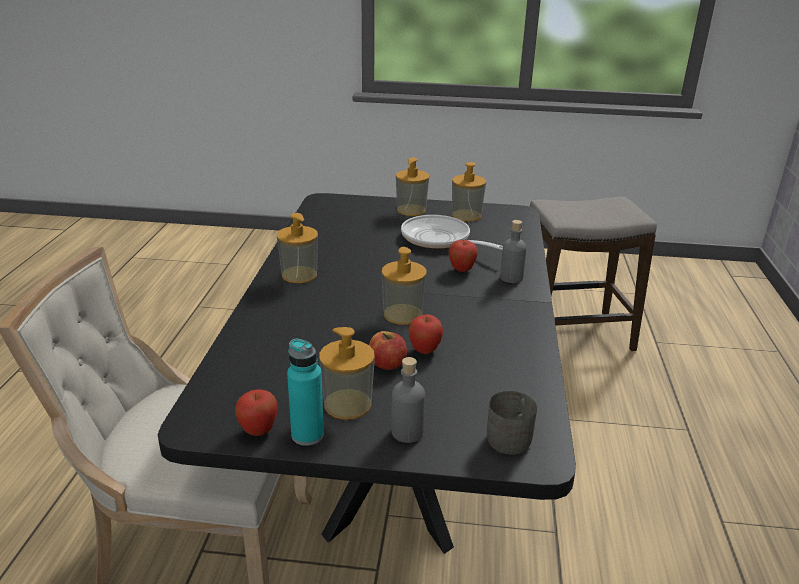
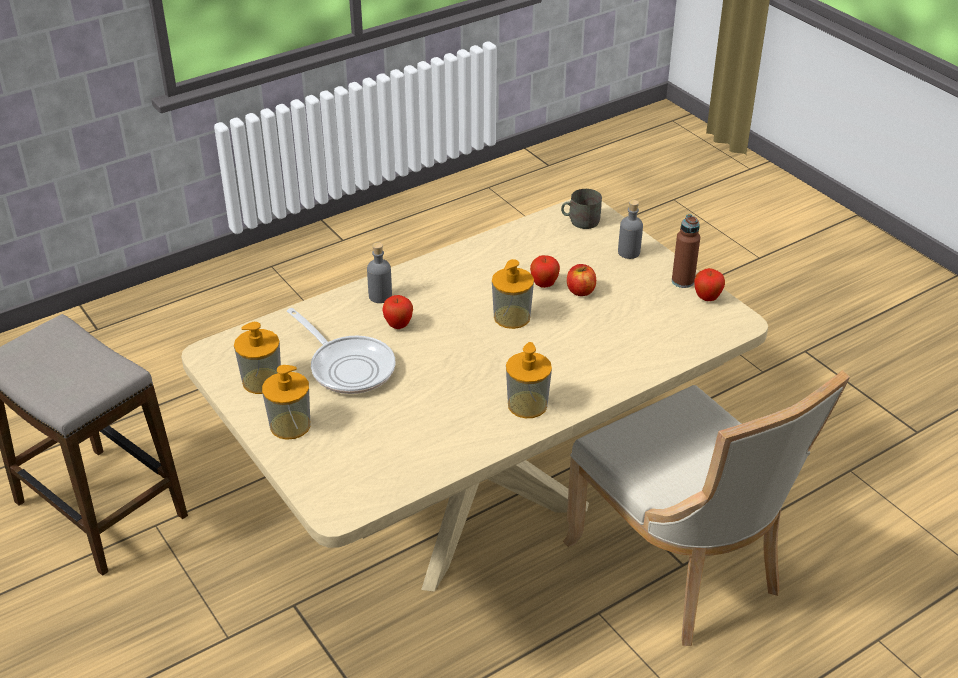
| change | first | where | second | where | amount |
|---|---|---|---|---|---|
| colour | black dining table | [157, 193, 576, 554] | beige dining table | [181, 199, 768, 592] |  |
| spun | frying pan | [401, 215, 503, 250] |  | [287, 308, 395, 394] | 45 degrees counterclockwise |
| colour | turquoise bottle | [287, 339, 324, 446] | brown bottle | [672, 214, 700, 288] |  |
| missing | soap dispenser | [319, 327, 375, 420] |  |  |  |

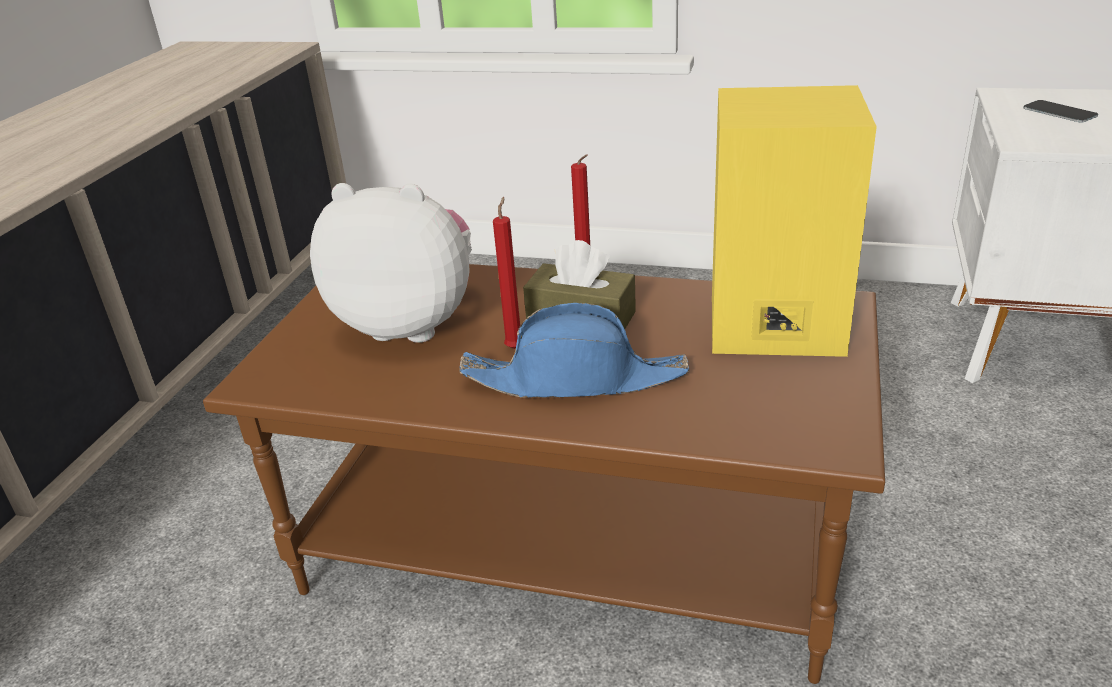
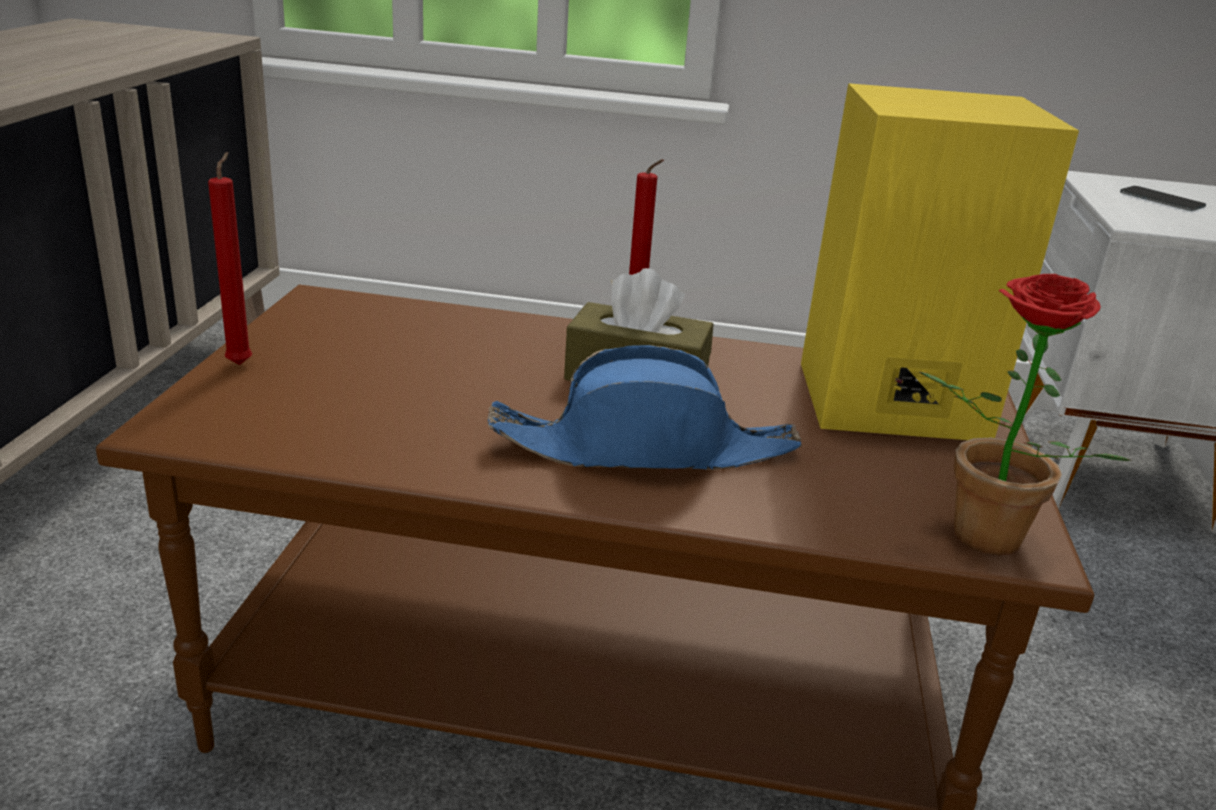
| change | first | where | second | where | amount |
|---|---|---|---|---|---|
| relocated | red candle | [493, 196, 520, 349] |  | [208, 152, 252, 365] |  |
| appeared |  |  | potted plant | [918, 274, 1130, 555] |  |
| missing | plush toy | [310, 183, 472, 343] |  |  |  |

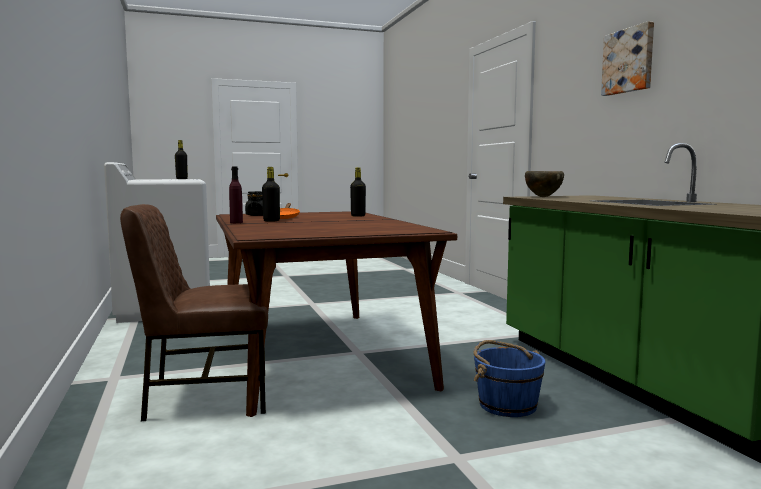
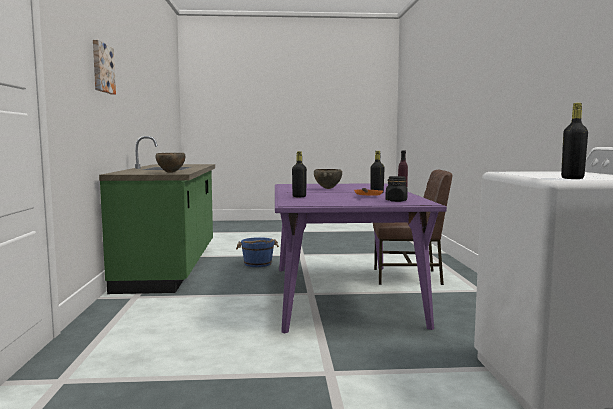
| change | first | where | second | where | amount |
|---|---|---|---|---|---|
| colour | brown dining table | [216, 211, 457, 417] | purple dining table | [275, 183, 447, 333] |  |
| appeared |  |  | brown bowl | [314, 169, 342, 189] |  |

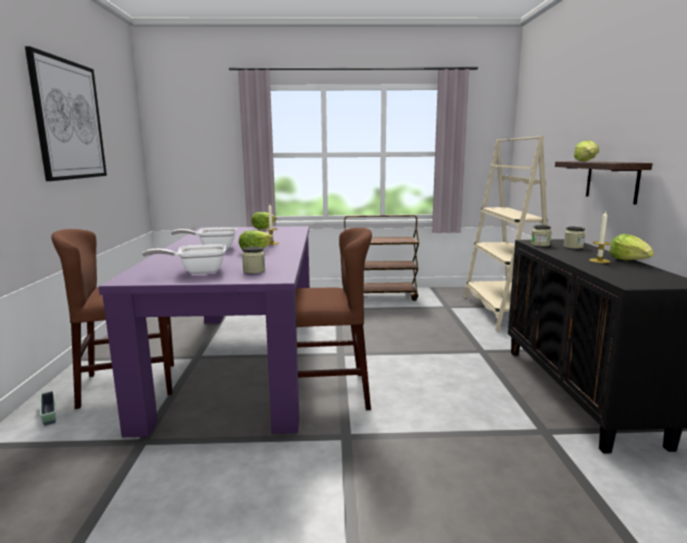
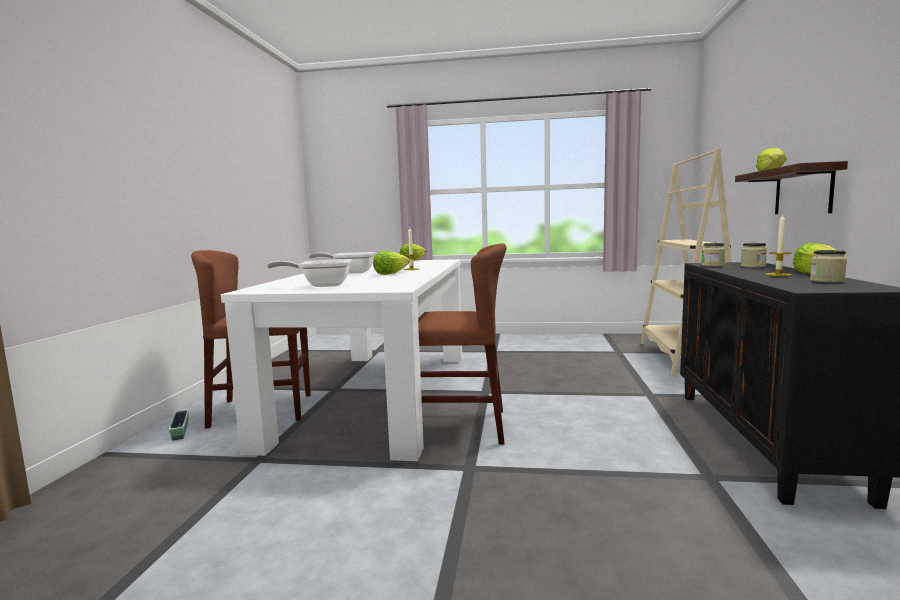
| change | first | where | second | where | amount |
|---|---|---|---|---|---|
| colour | purple dining table | [98, 226, 310, 437] | white dining table | [221, 259, 462, 461] |  |
| relocated | jar | [242, 246, 265, 274] |  | [810, 250, 847, 283] |  |
| missing | picture | [25, 46, 107, 181] |  |  |  |
| missing | brown cart | [344, 215, 419, 301] |  |  |  |

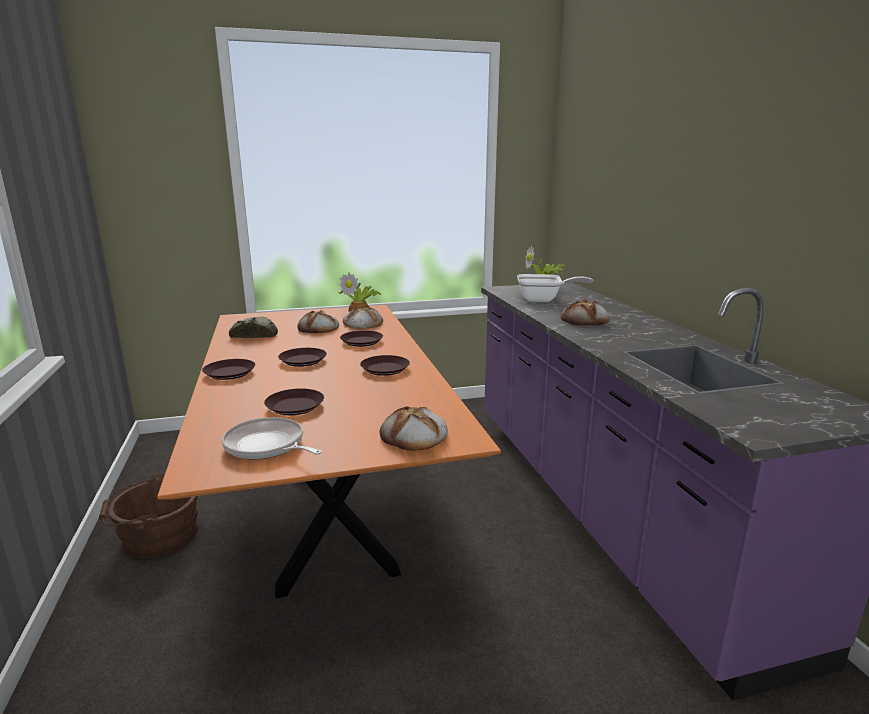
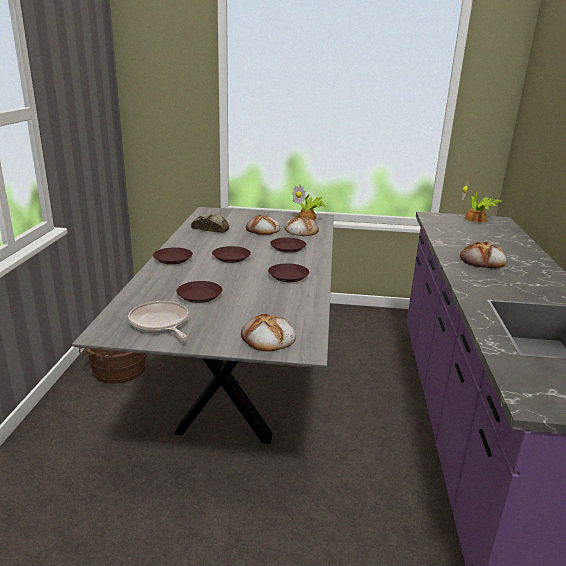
| change | first | where | second | where | amount |
|---|---|---|---|---|---|
| colour | orange dining table | [157, 305, 501, 598] | grey dining table | [72, 207, 334, 444] |  |
| missing | frying pan | [517, 274, 593, 302] |  |  |  |

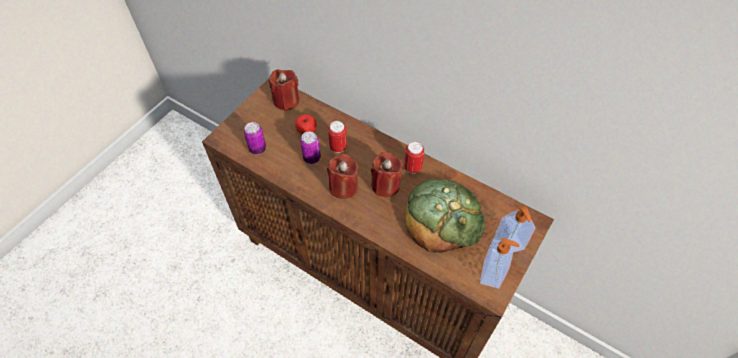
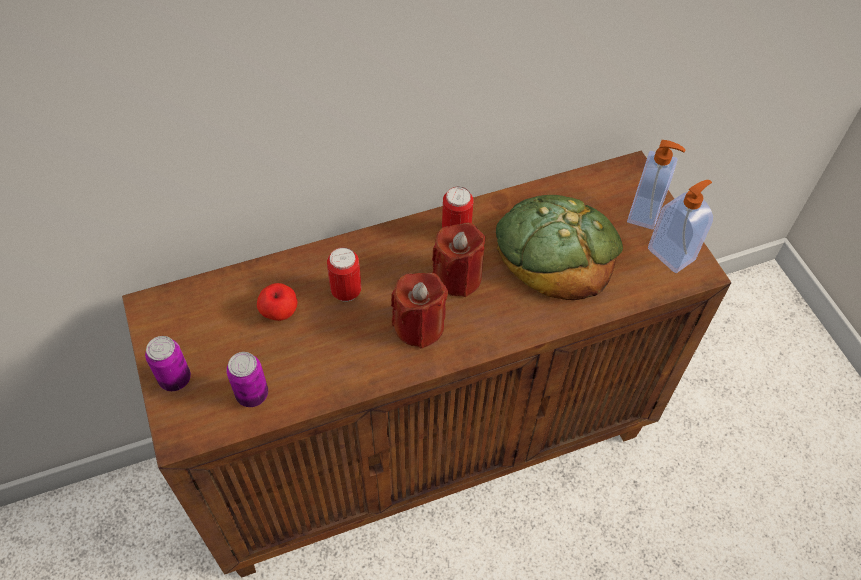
| change | first | where | second | where | amount |
|---|---|---|---|---|---|
| relocated | can | [300, 131, 321, 164] |  | [145, 336, 191, 391] |  |
| missing | red candle | [269, 70, 299, 111] |  |  |  |

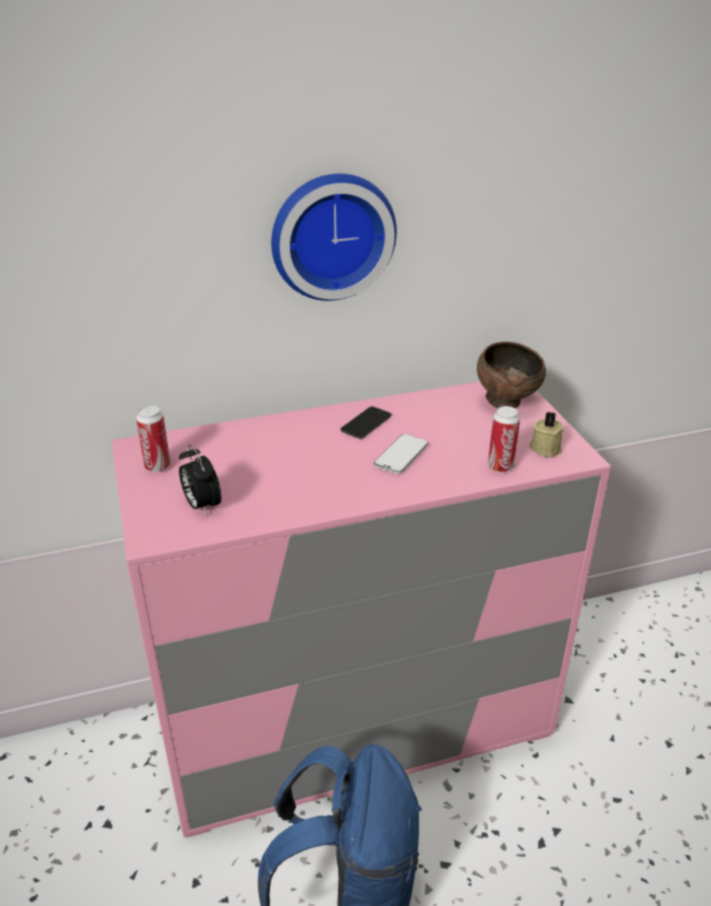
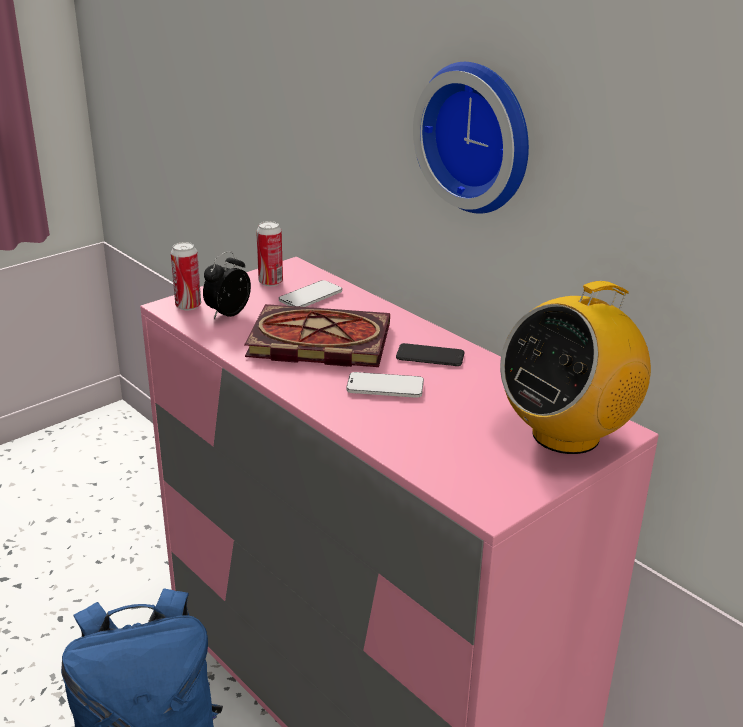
| change | first | where | second | where | amount |
|---|---|---|---|---|---|
| relocated | can | [488, 406, 520, 473] |  | [171, 242, 201, 310] |  |
| appeared |  |  | book | [244, 304, 390, 367] |  |
| appeared |  |  | phone | [279, 280, 342, 307] |  |
| exchanged | brown bowl | [477, 342, 546, 409] | radio | [500, 281, 651, 454] |  |
| missing | beige candle | [529, 412, 563, 458] |  |  |  |

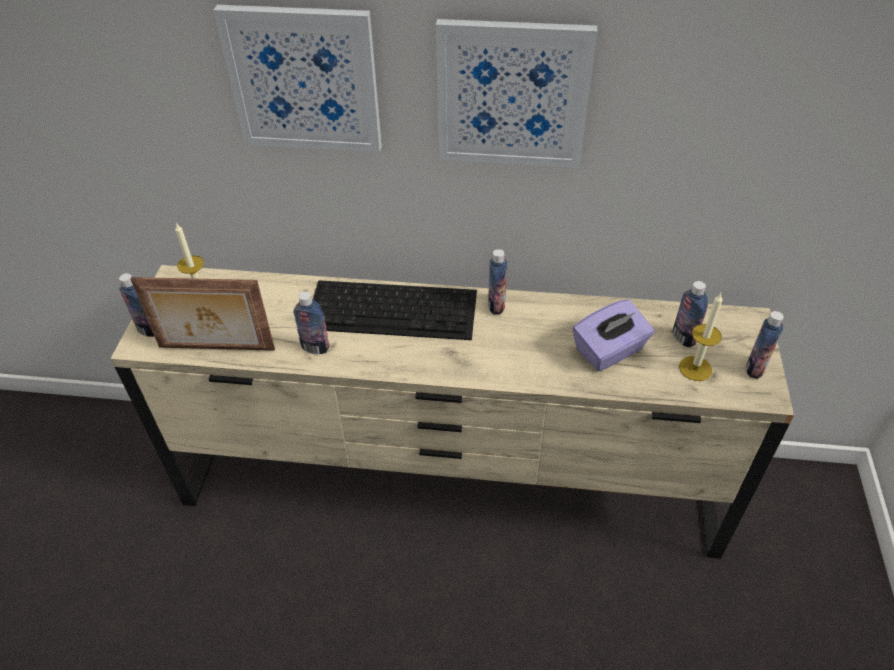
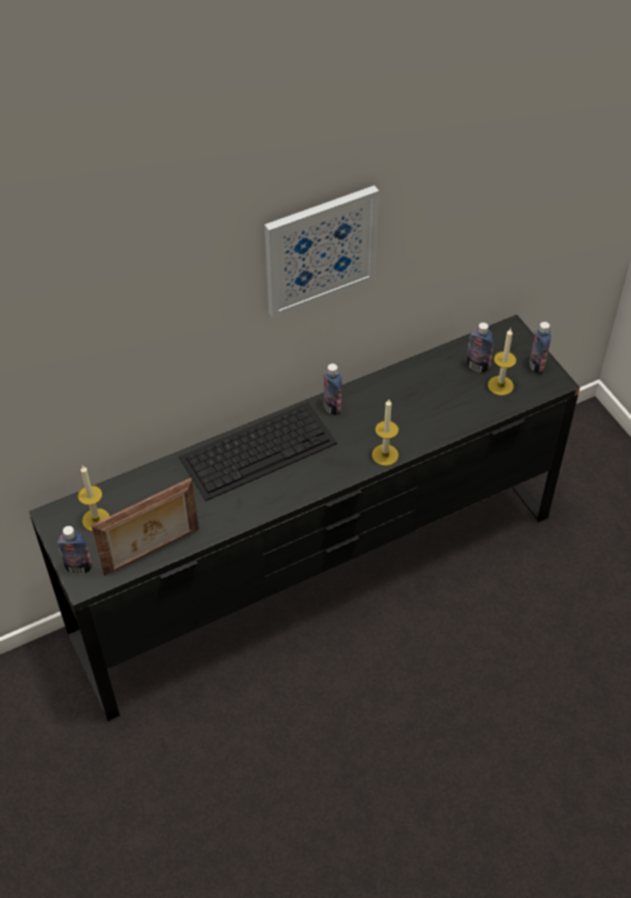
| change | first | where | second | where | amount |
|---|---|---|---|---|---|
| colour | beige dresser | [110, 265, 794, 559] | black dresser | [29, 315, 580, 721] |  |
| appeared |  |  | candle | [372, 399, 399, 466] |  |
| missing | picture | [213, 5, 382, 152] |  |  |  |
| missing | bottle | [293, 291, 330, 354] |  |  |  |
| missing | purple tissue box | [573, 299, 654, 371] |  |  |  |

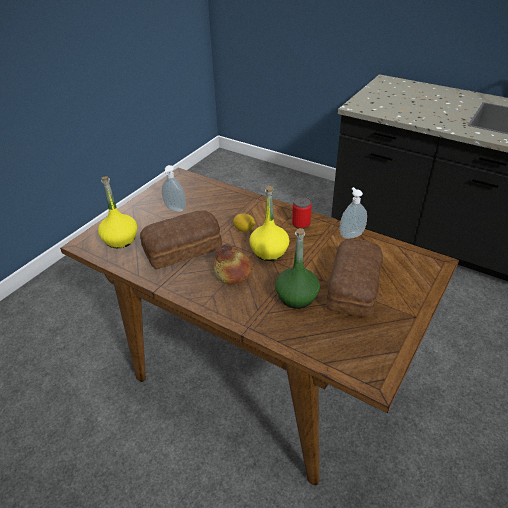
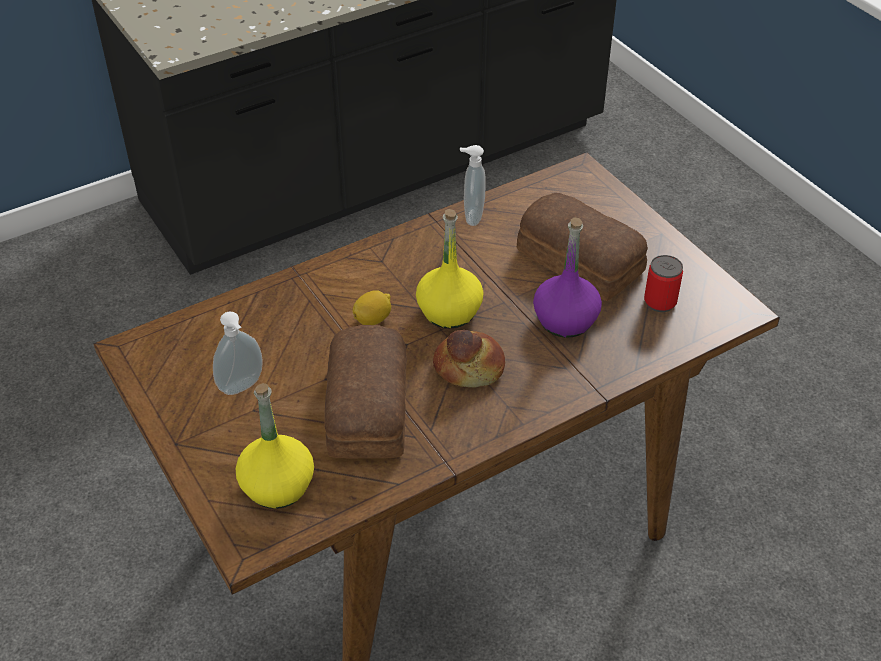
| change | first | where | second | where | amount |
|---|---|---|---|---|---|
| colour | green bottle | [275, 228, 320, 309] | purple bottle | [533, 217, 602, 338] |  |
| relocated | can | [292, 197, 312, 229] |  | [644, 255, 683, 312] |  |

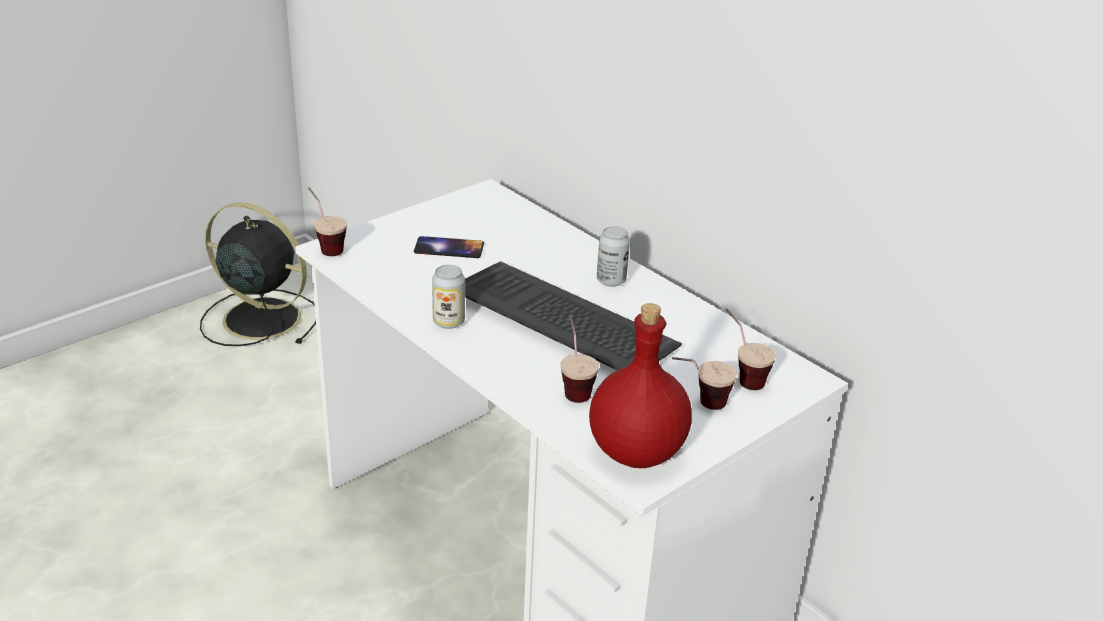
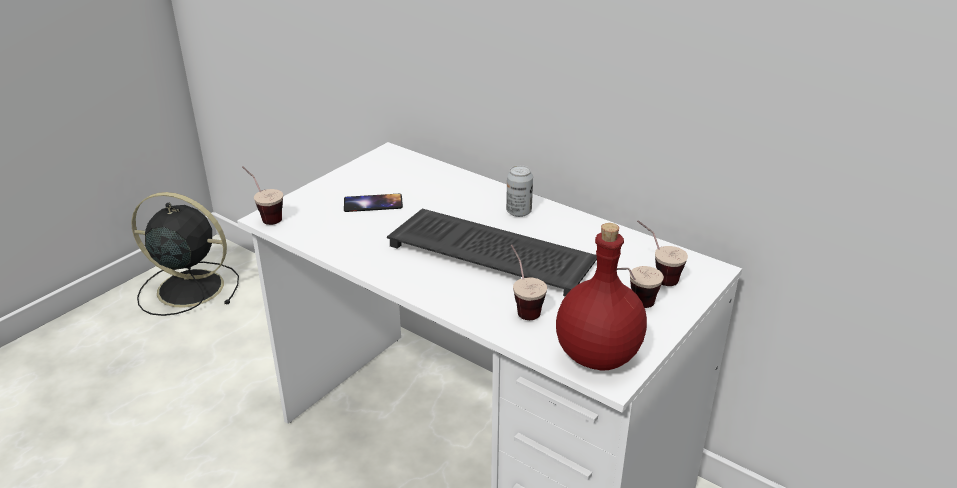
| change | first | where | second | where | amount |
|---|---|---|---|---|---|
| missing | can | [432, 265, 465, 329] |  |  |  |

